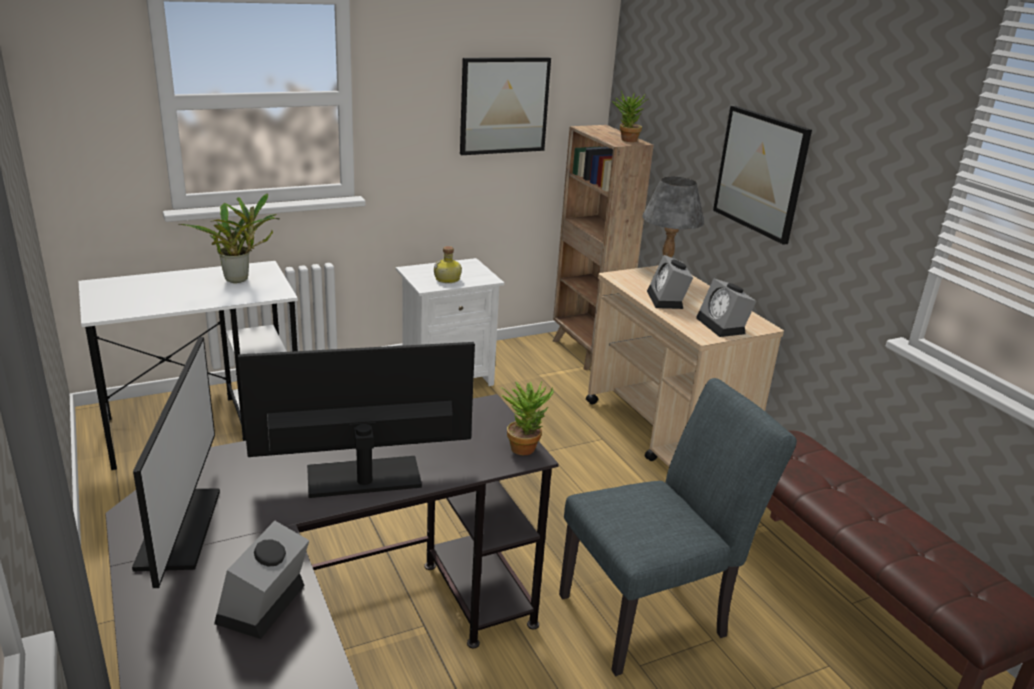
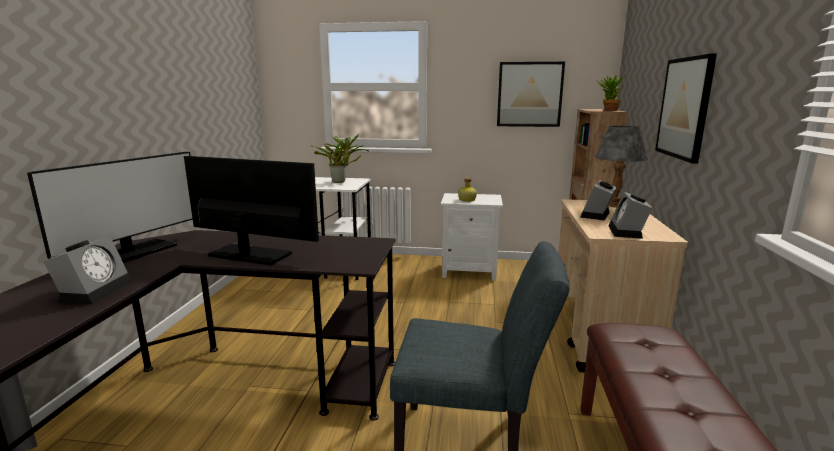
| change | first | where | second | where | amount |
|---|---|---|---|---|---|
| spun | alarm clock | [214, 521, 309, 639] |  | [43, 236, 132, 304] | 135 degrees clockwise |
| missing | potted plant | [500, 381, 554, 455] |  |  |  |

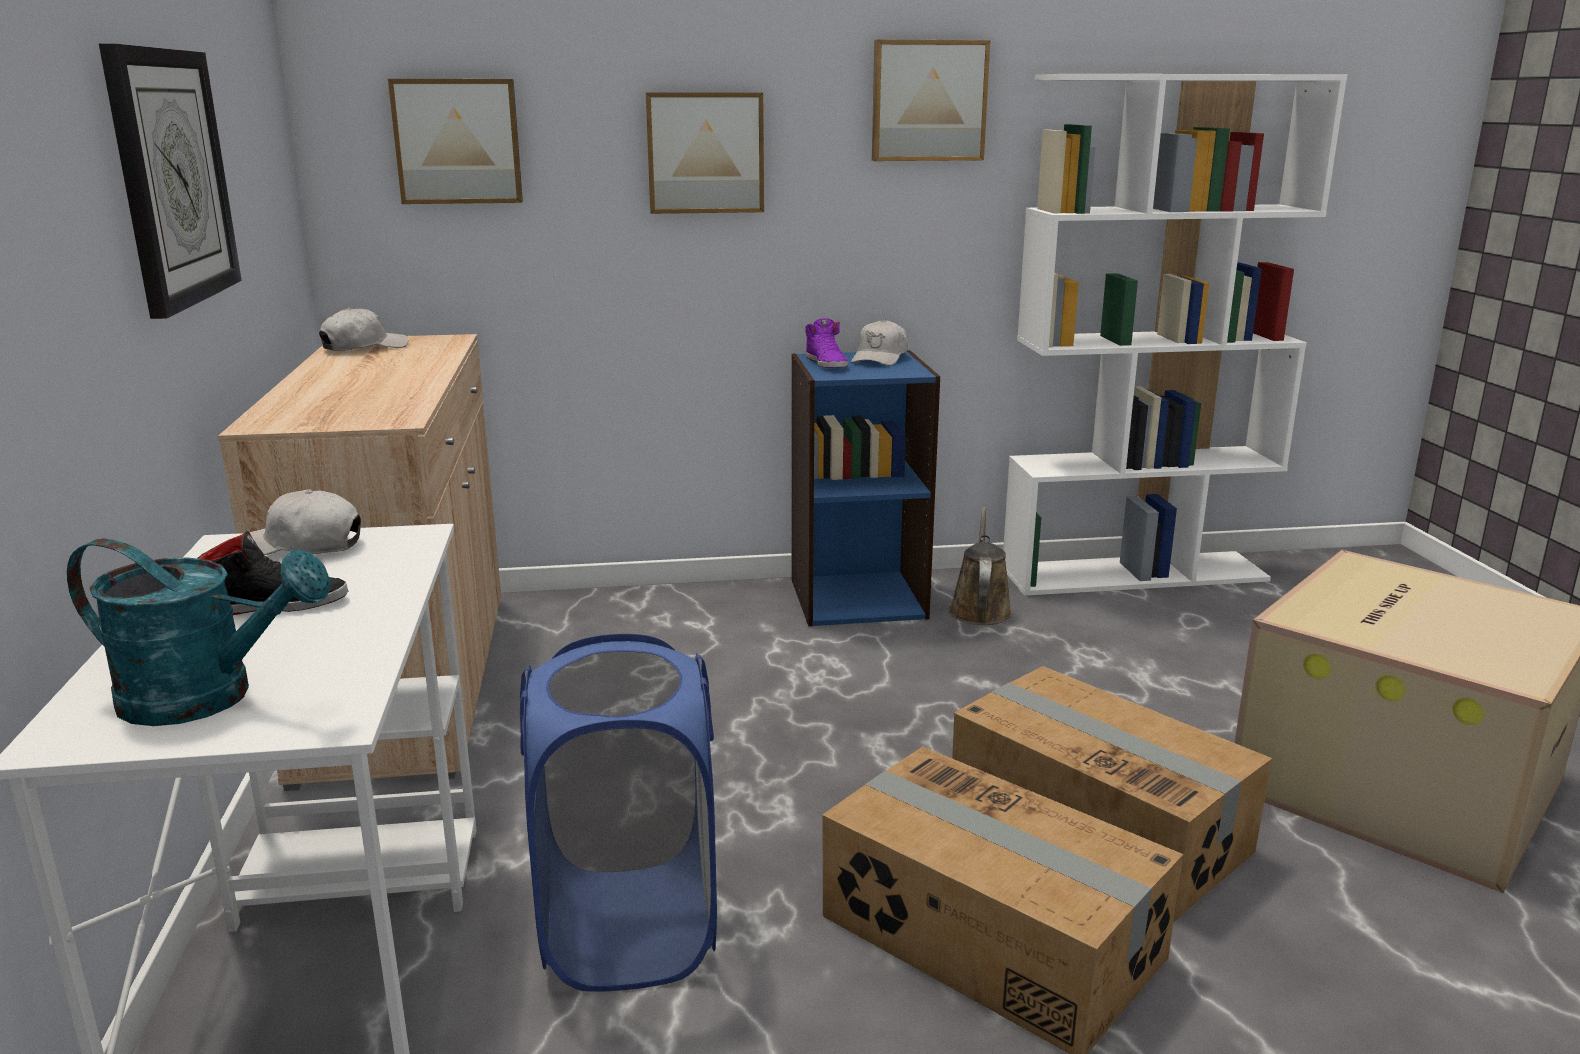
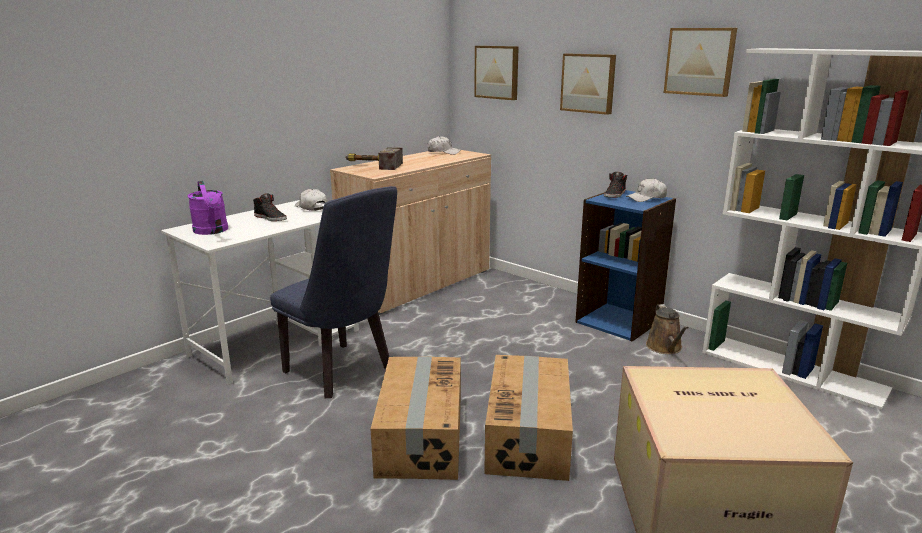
| change | first | where | second | where | amount |
|---|---|---|---|---|---|
| colour | turquoise watering can | [67, 538, 331, 726] | purple watering can | [188, 181, 228, 235] |  |
| exchanged | blue laundry basket | [520, 634, 717, 992] | blue chair | [270, 186, 397, 398] |  |
| appeared |  |  | hammer | [345, 147, 403, 170] |  |
| colour | purple shoe | [805, 318, 848, 368] | black shoe | [604, 172, 627, 198] |  |
| spun | brown watering can | [949, 507, 1012, 625] |  | [646, 304, 689, 354] | 120 degrees clockwise |
| missing | wall clock | [99, 44, 242, 319] |  |  |  |

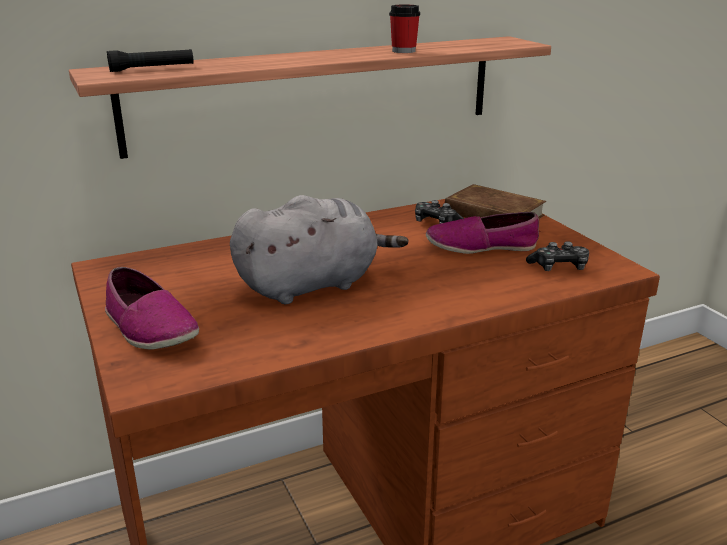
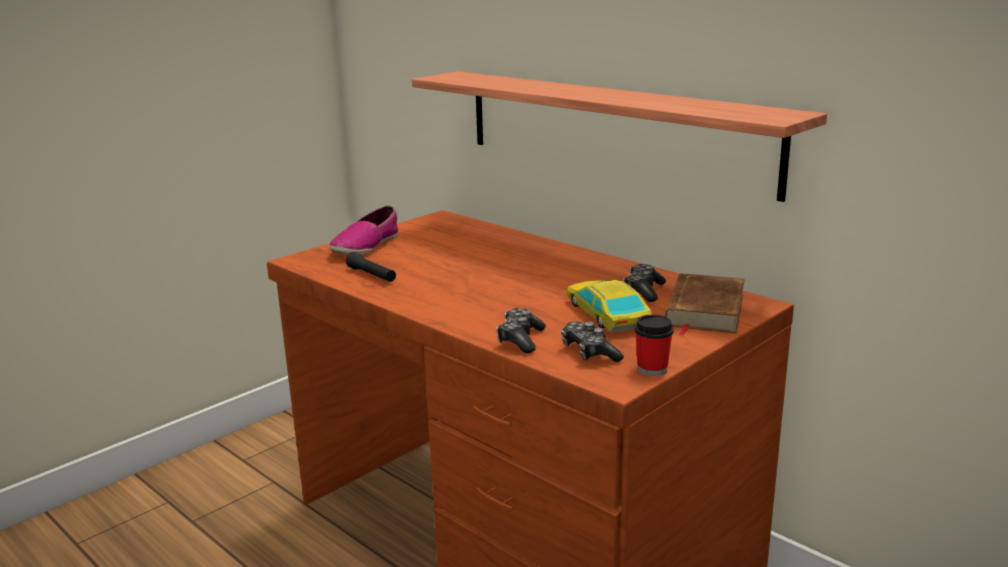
| change | first | where | second | where | amount |
|---|---|---|---|---|---|
| relocated | black flashlight | [107, 49, 193, 72] |  | [346, 252, 396, 282] |  |
| appeared |  |  | game controller | [496, 308, 546, 353] |  |
| exchanged | shoe | [426, 212, 539, 254] | toy car | [566, 280, 652, 333] |  |
| relocated | cup | [389, 4, 420, 53] |  | [635, 314, 673, 376] |  |
| missing | grey plush toy | [230, 195, 408, 304] |  |  |  |

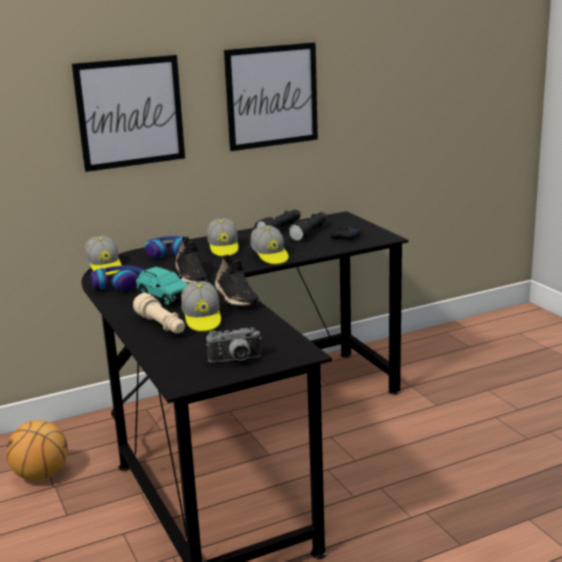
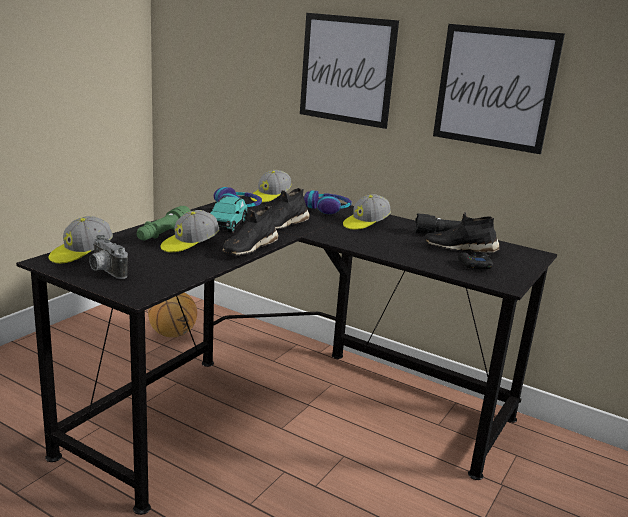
| change | first | where | second | where | amount |
|---|---|---|---|---|---|
| relocated | cap | [250, 225, 289, 264] |  | [49, 216, 113, 264] |  |
| colour | beige flashlight | [133, 293, 185, 334] | green flashlight | [137, 206, 190, 240] |  |
| exchanged | black flashlight | [287, 212, 327, 242] | black shoe | [424, 212, 500, 253] |  |

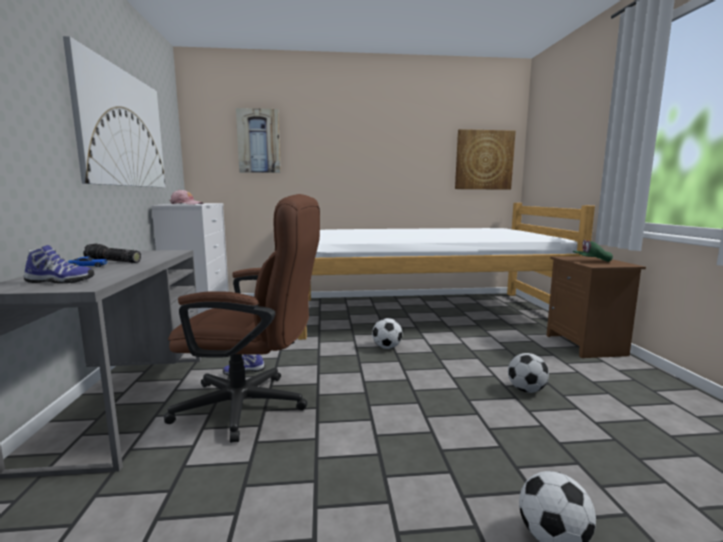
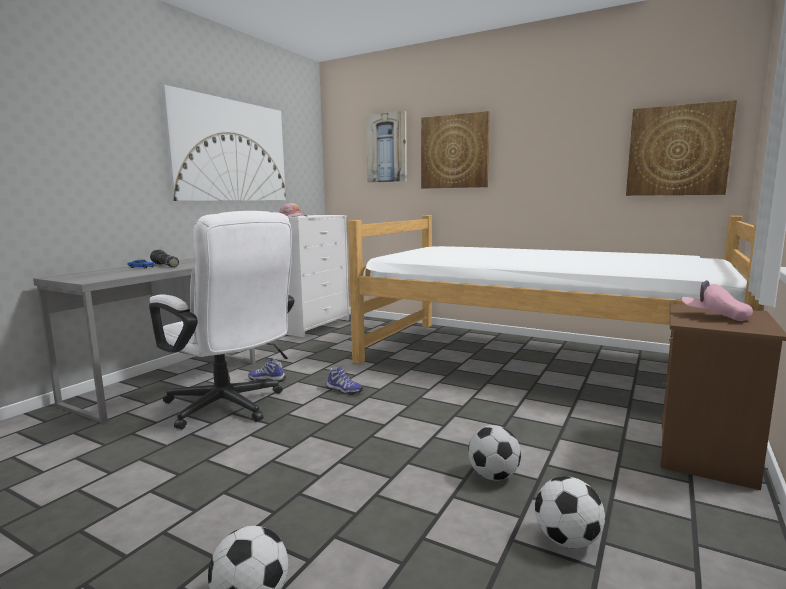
| change | first | where | second | where | amount |
|---|---|---|---|---|---|
| colour | brown office chair | [164, 194, 320, 443] | white office chair | [149, 211, 294, 429] |  |
| relocated | shoe | [24, 245, 95, 283] |  | [327, 366, 363, 395] |  |
| appeared |  |  | picture | [421, 111, 490, 188] |  |
| relocated | football | [372, 318, 403, 349] |  | [535, 476, 605, 548] |  |
| colour | green cap | [573, 240, 613, 262] | pink cap | [681, 280, 753, 321] |  |

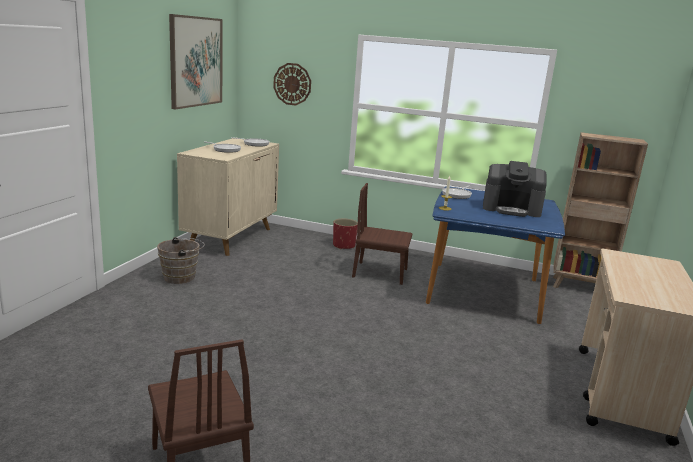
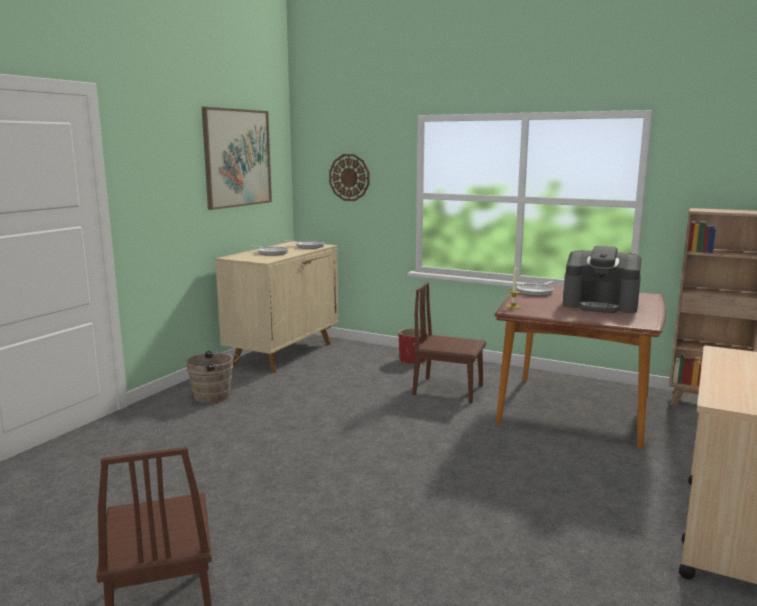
| change | first | where | second | where | amount |
|---|---|---|---|---|---|
| colour | blue dining table | [426, 186, 565, 324] | brown dining table | [494, 283, 666, 449] |  |

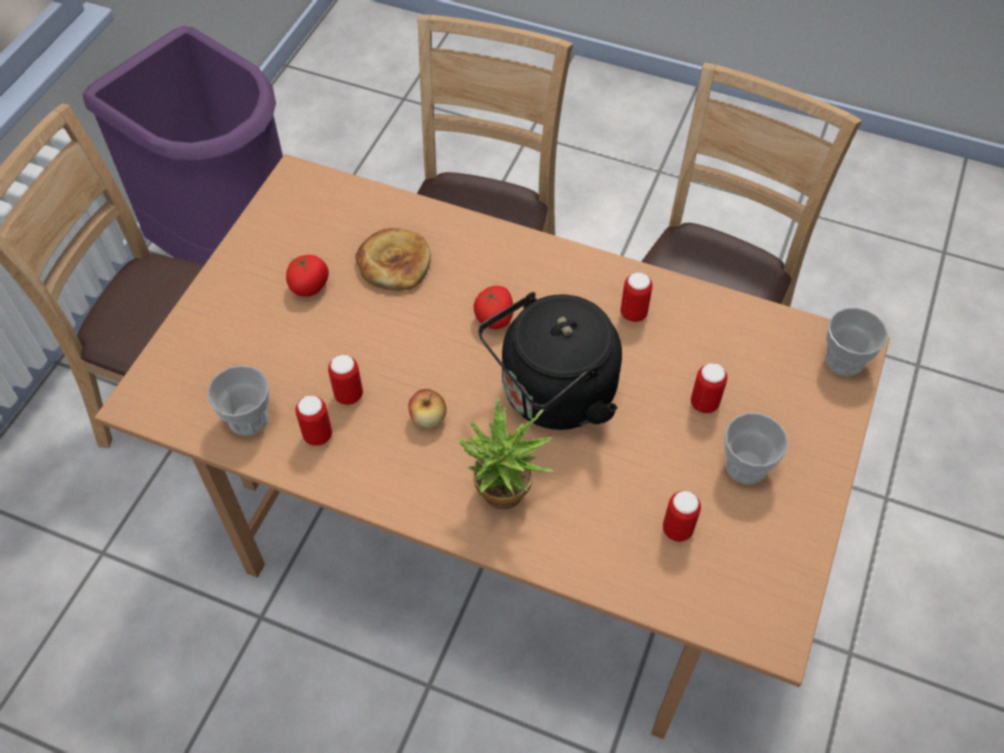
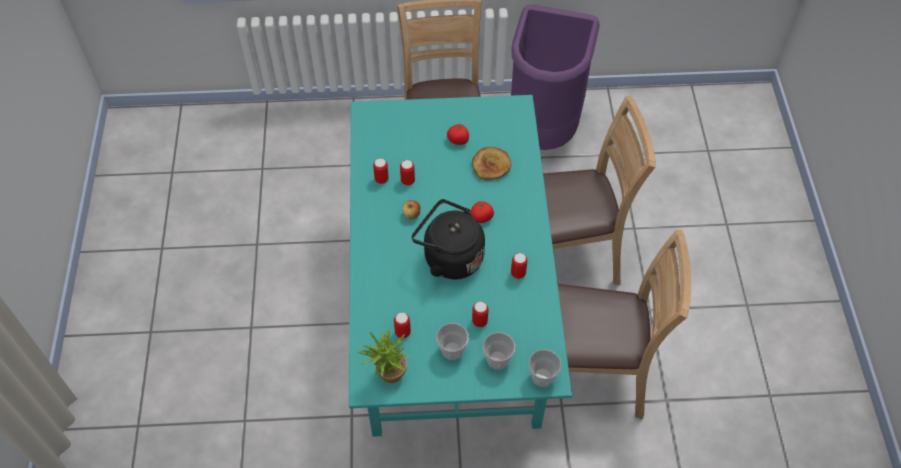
| change | first | where | second | where | amount |
|---|---|---|---|---|---|
| colour | brown dining table | [95, 154, 890, 739] | turquoise dining table | [349, 95, 572, 437] |  |
| relocated | potted plant | [458, 397, 553, 509] |  | [358, 330, 409, 383] |  |
| relocated | cup | [207, 365, 269, 436] |  | [483, 332, 515, 370] |  |

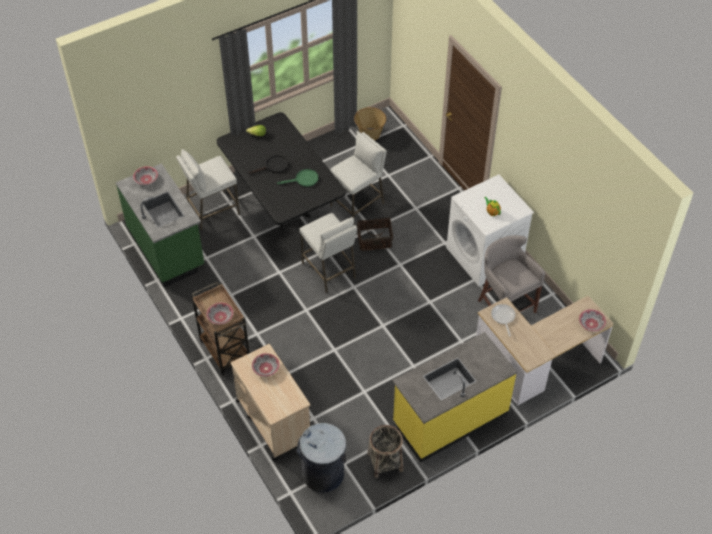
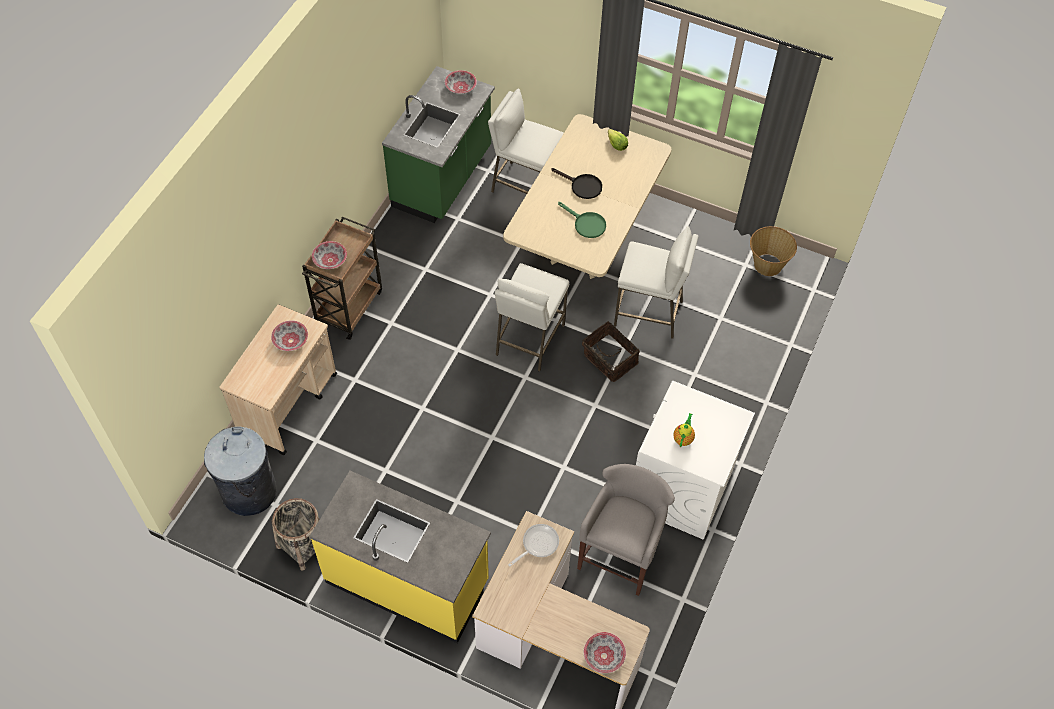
| change | first | where | second | where | amount |
|---|---|---|---|---|---|
| colour | black dining table | [217, 112, 346, 231] | beige dining table | [503, 114, 672, 279] |  |

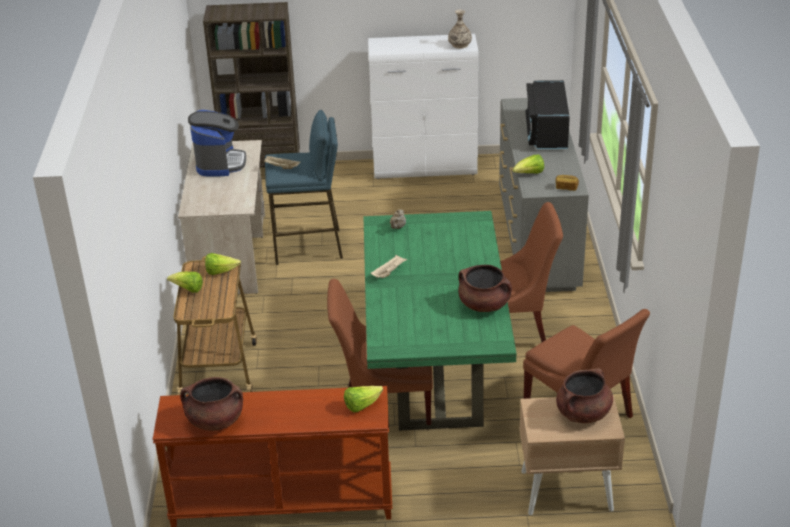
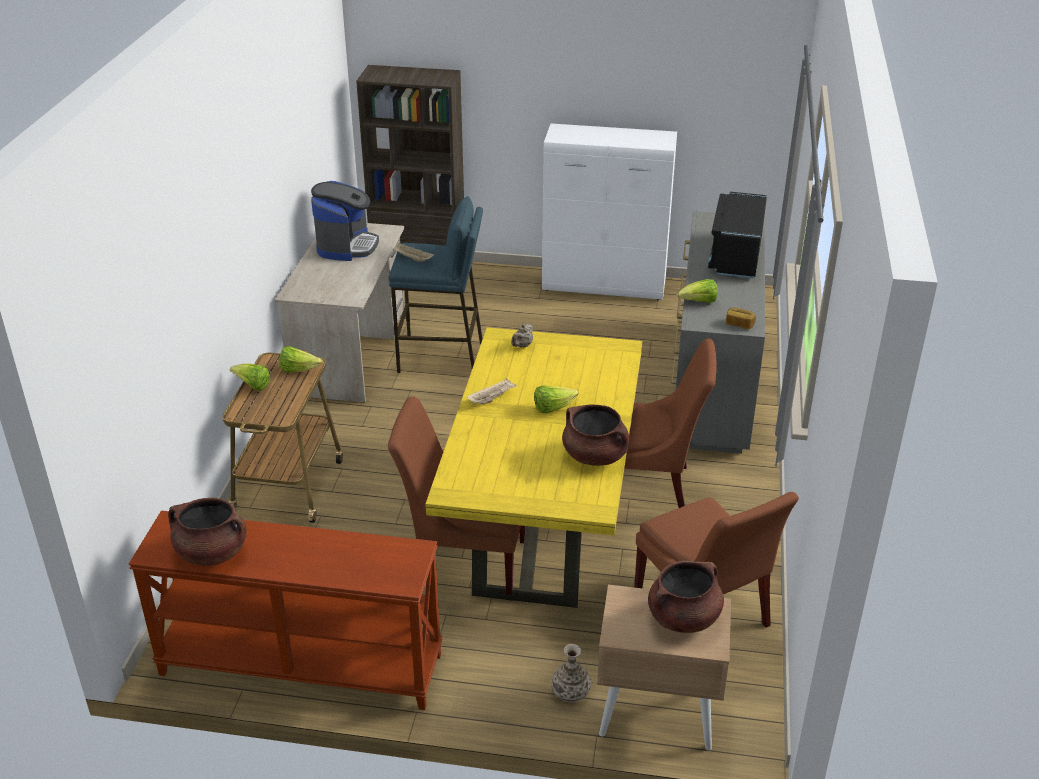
| change | first | where | second | where | amount |
|---|---|---|---|---|---|
| colour | green dining table | [363, 211, 517, 431] | yellow dining table | [425, 327, 642, 608] |  |
| relocated | lettuce | [344, 386, 383, 412] |  | [534, 386, 578, 413] |  |
| relocated | vase | [448, 10, 472, 48] |  | [551, 644, 591, 703] |  |

